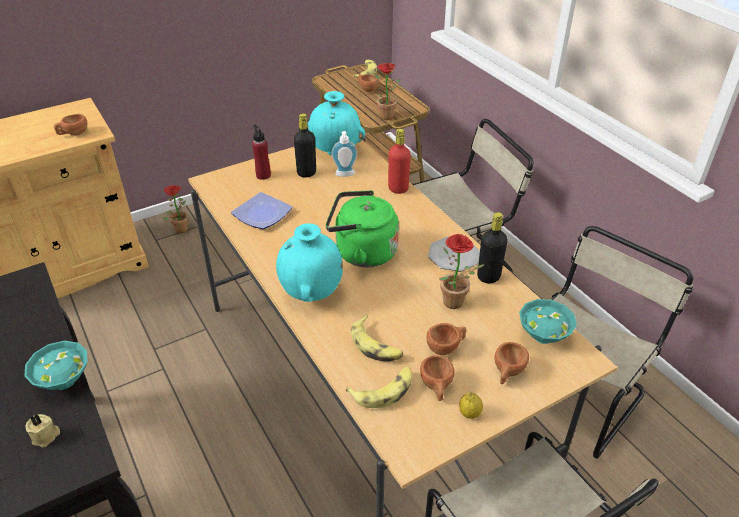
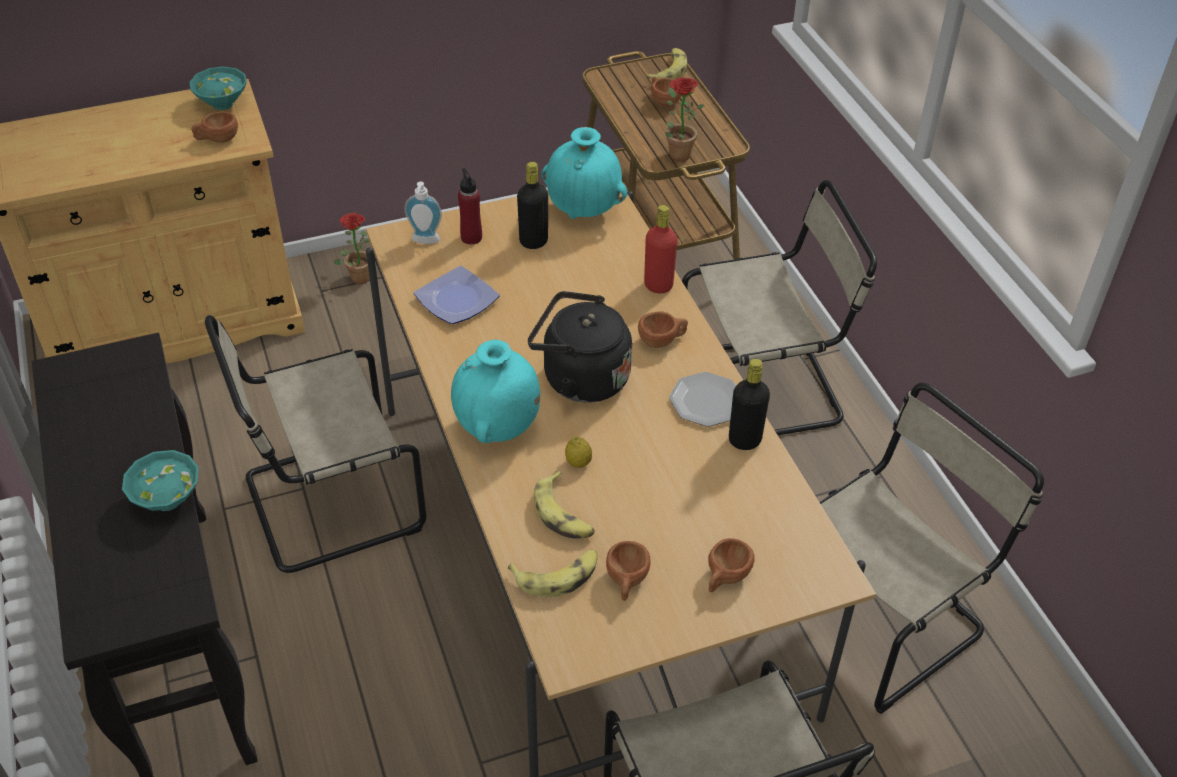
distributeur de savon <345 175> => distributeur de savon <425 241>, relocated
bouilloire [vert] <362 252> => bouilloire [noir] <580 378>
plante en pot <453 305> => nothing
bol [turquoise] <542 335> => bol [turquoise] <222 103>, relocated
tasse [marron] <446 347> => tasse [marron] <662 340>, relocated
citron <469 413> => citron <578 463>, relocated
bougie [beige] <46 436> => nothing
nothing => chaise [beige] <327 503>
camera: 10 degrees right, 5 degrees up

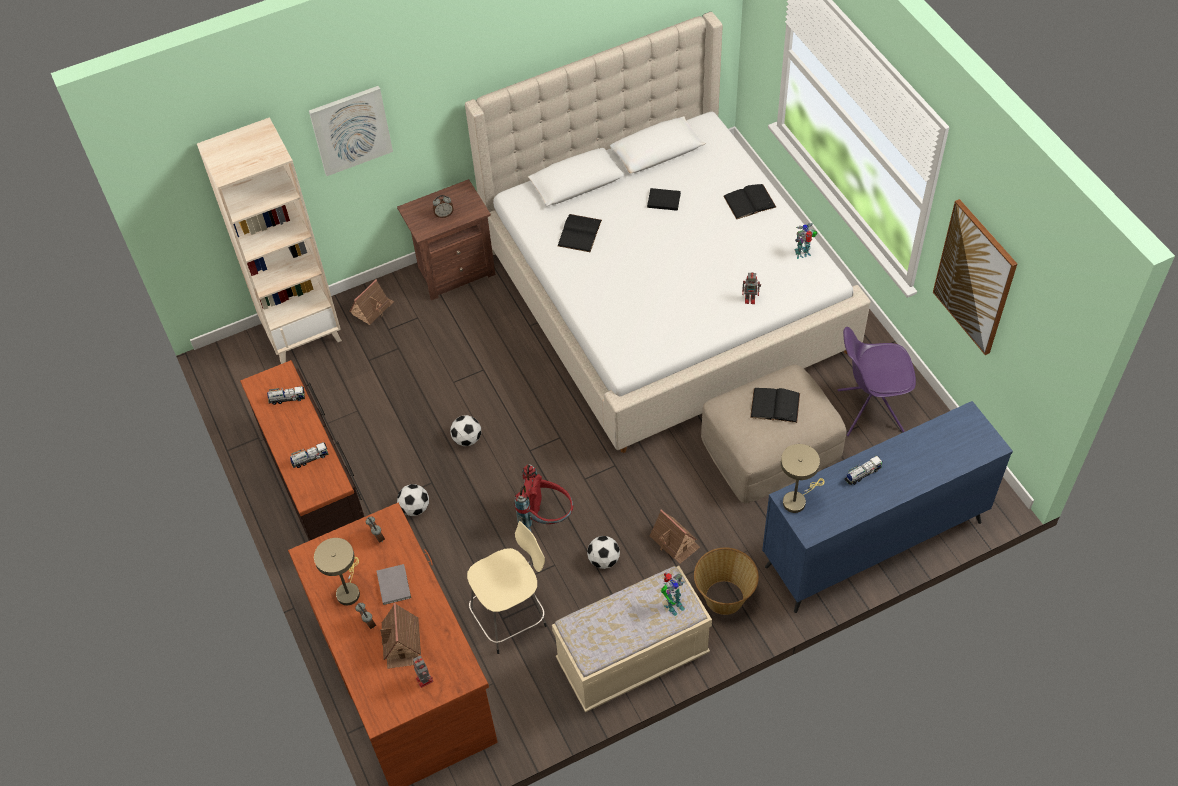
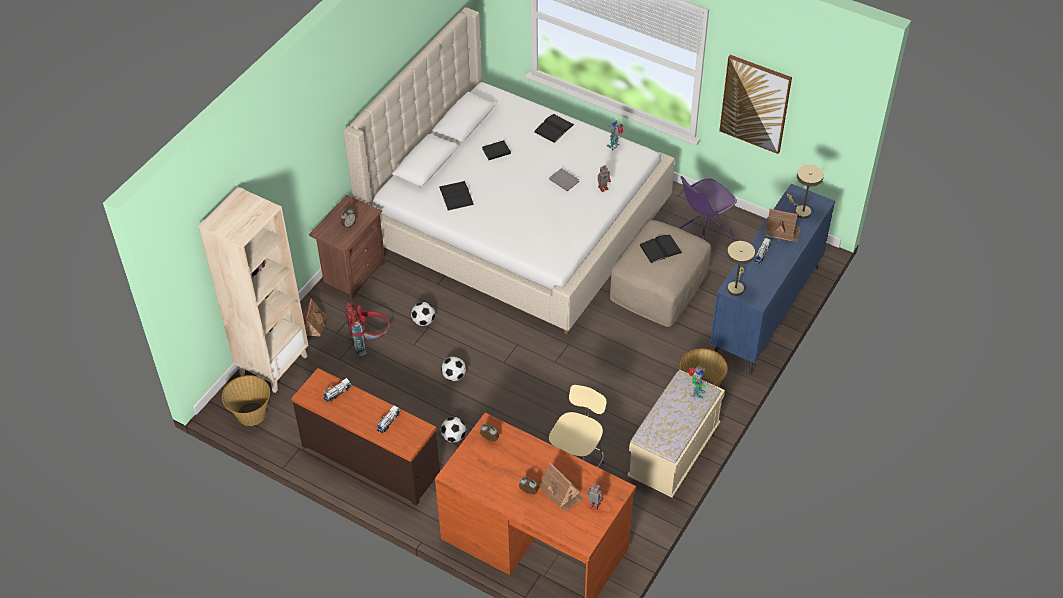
tableau <351 130> => nothing
sac à dos [rouge] <546 518> => sac à dos [rouge] <369 340>, relocated
maison miniature <675 541> => maison miniature <782 231>, relocated
ballon de foot <604 560> => ballon de foot <423 321>, relocated
lampe de table [beige] <348 590> => lampe de table [beige] <801 211>, relocated
livre [gris] <394 584> => livre [gris] <564 180>, relocated
nothing => panier <251 414>
camera: 35 degrees left, 5 degrees down

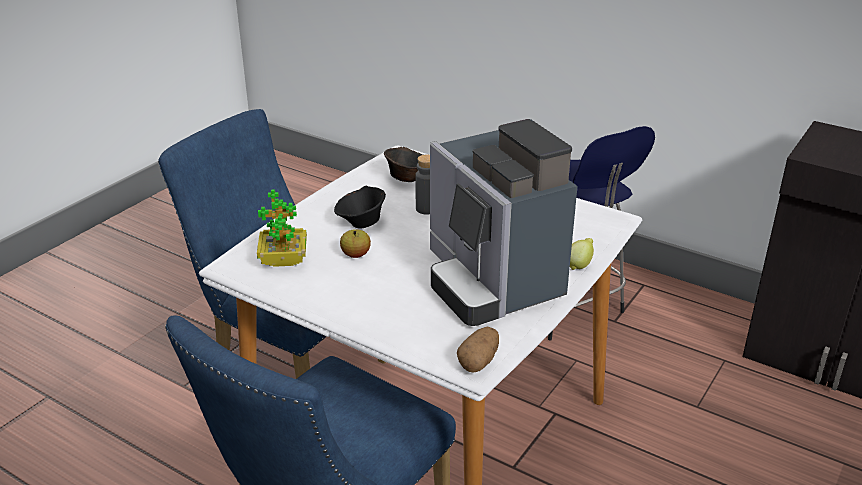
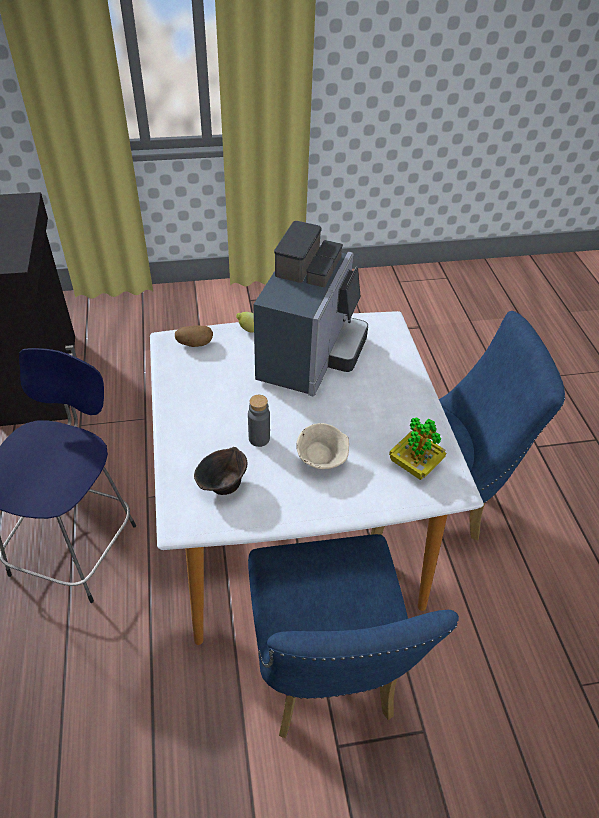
bol [noir] <361 223> => bol [beige] <321 460>
pomme <356 255> => nothing
pomme de terre <479 361> => pomme de terre <194 343>, relocated
camera: 135 degrees left, 15 degrees up

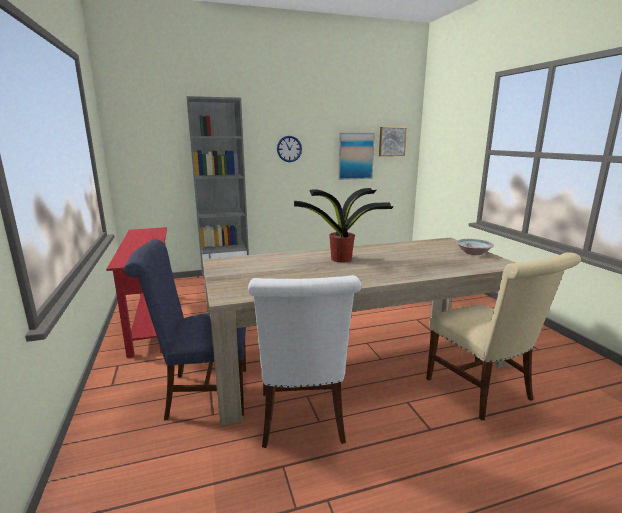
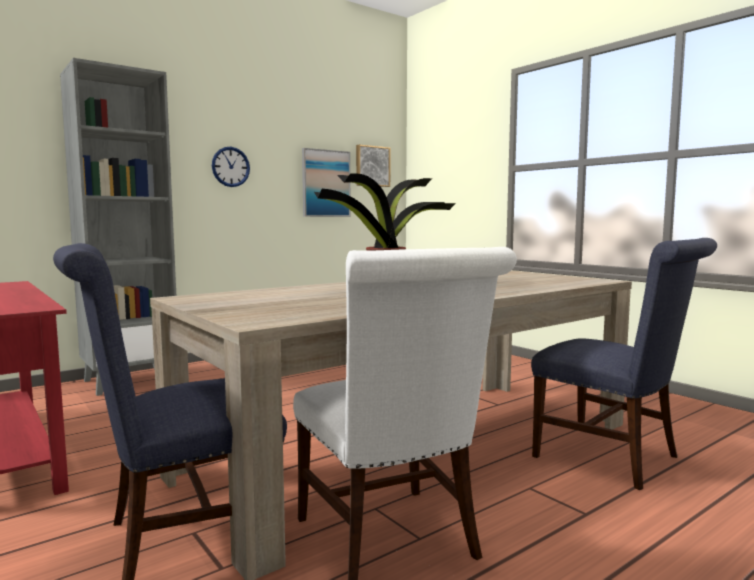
bol <473 253> => nothing
chaise [beige] <483 391> => chaise [bleu] <615 458>
camera: 20 degrees left, 10 degrees down

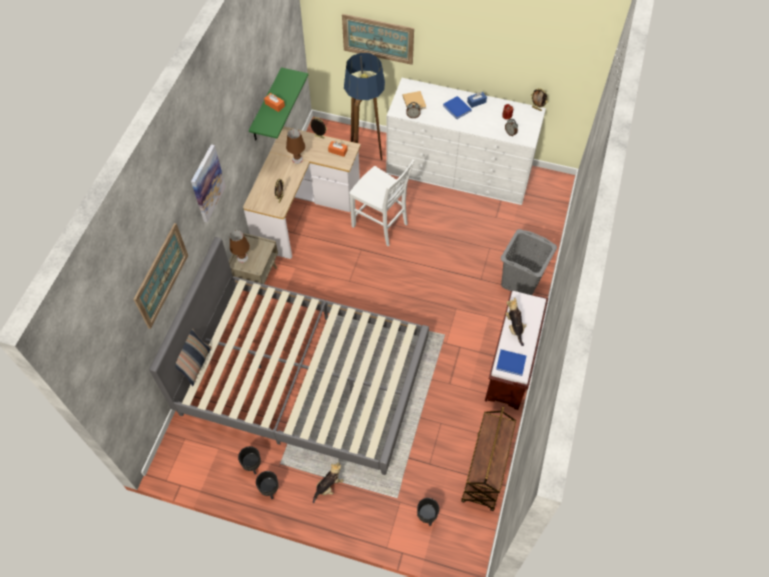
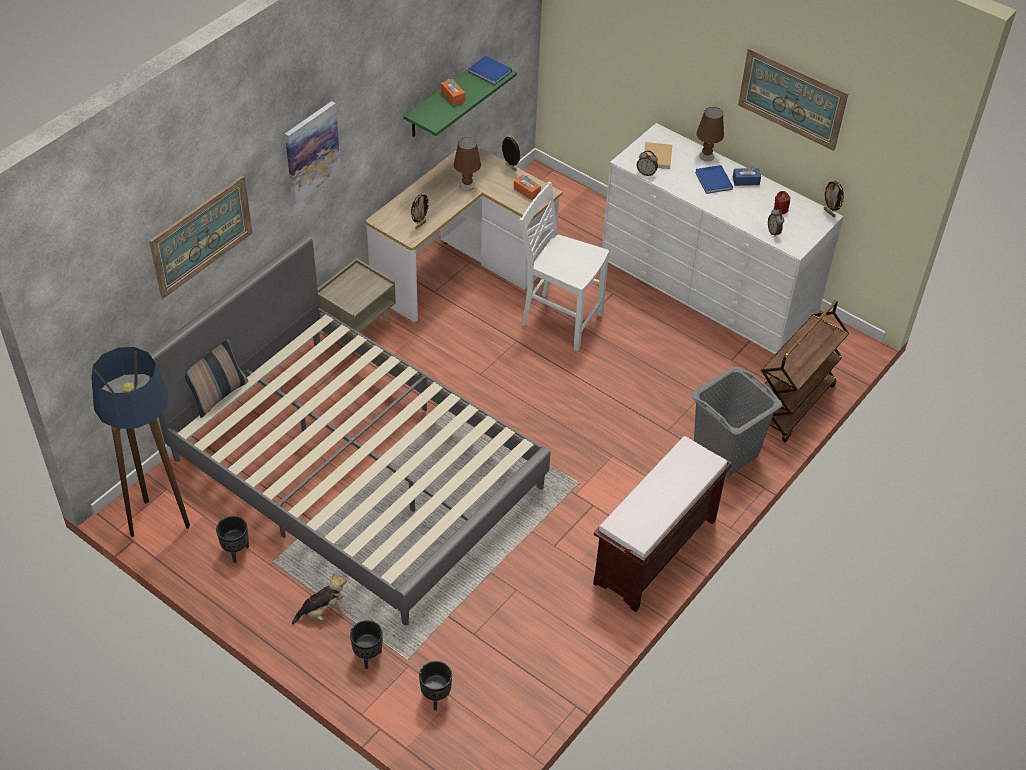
tableau <378 39> => tableau <792 98>, relocated
lampadaire <366 161> => lampadaire <161 522>, relocated
chaise [blanc] <381 225> => chaise [blanc] <559 319>, 150 degrees clockwise
lampe de table [marron] <242 258> => lampe de table [marron] <706 156>, relocated
peluche <514 327> => nothing
livre [bleu] <512 363> => livre [bleu] <491 72>, relocated
chariot [marron] <485 472> => chariot [marron] <792 405>, relocated
cache-pot [noir] <269 490> => cache-pot [noir] <367 656>, relocated
camera: 20 degrees right, 10 degrees down

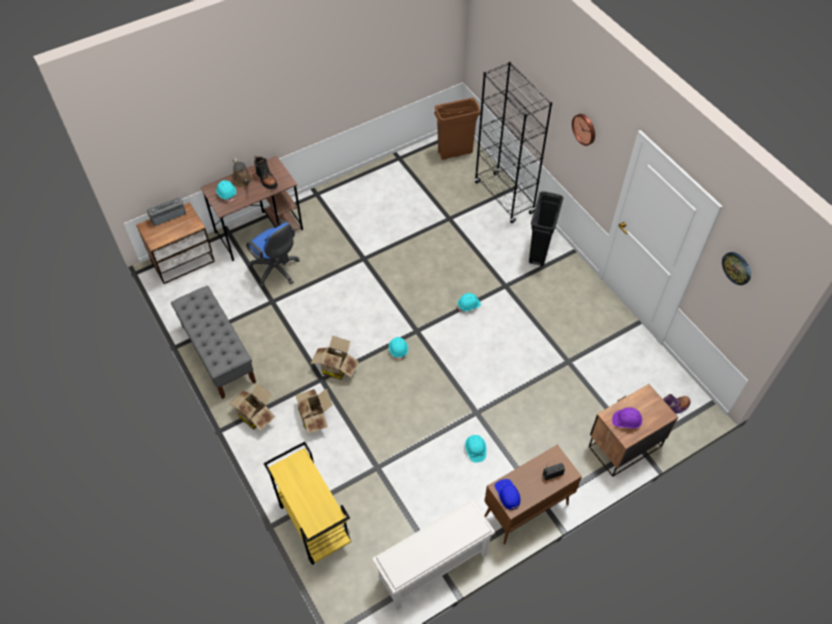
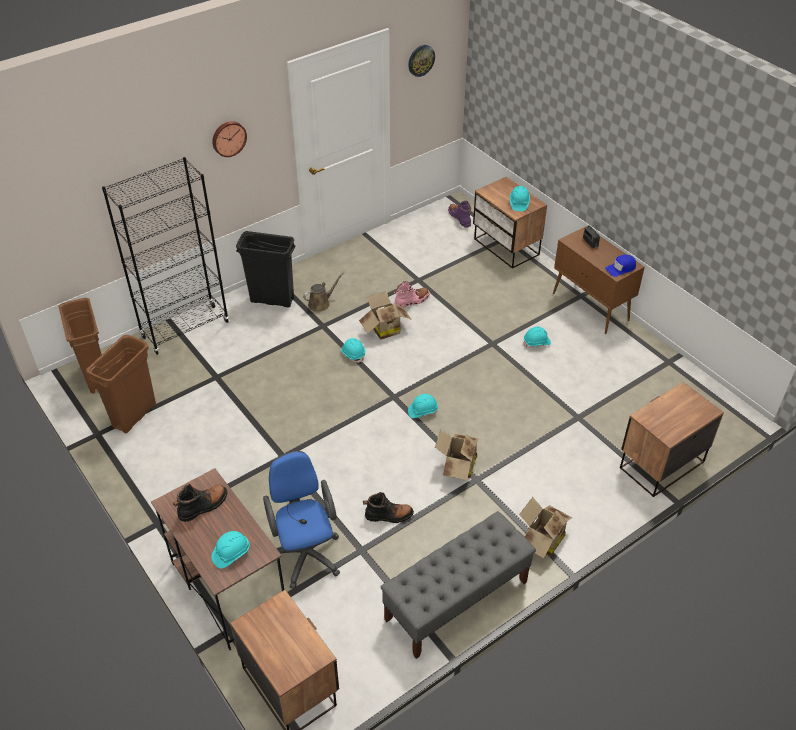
arrosoir [marron] <244 181> => arrosoir [marron] <321 303>, relocated
radio <168 215> => nothing
chaise de bureau [bleu] <277 270> => chaise de bureau [bleu] <305 552>, 60 degrees counterclockwise
carton <314 416> => carton <383 329>, relocated
casque de chantier [violet] <626 421> => casque de chantier [turquoise] <519 203>
chariot [jaune] <313 523> => table de chevet <660 464>
étagère à chaussures [blanc] <432 568> => nothing
nothing => botte [rose] <412 301>
nothing => poubelle [marron] <134 415>
nothing => botte [noir] <389 515>
camera: 95 degrees left, 10 degrees down

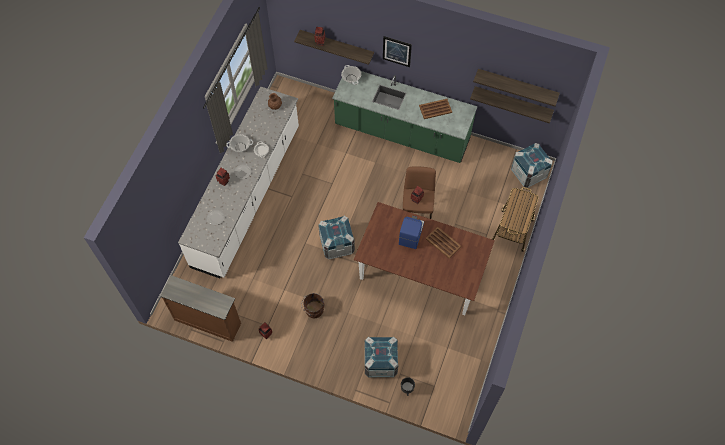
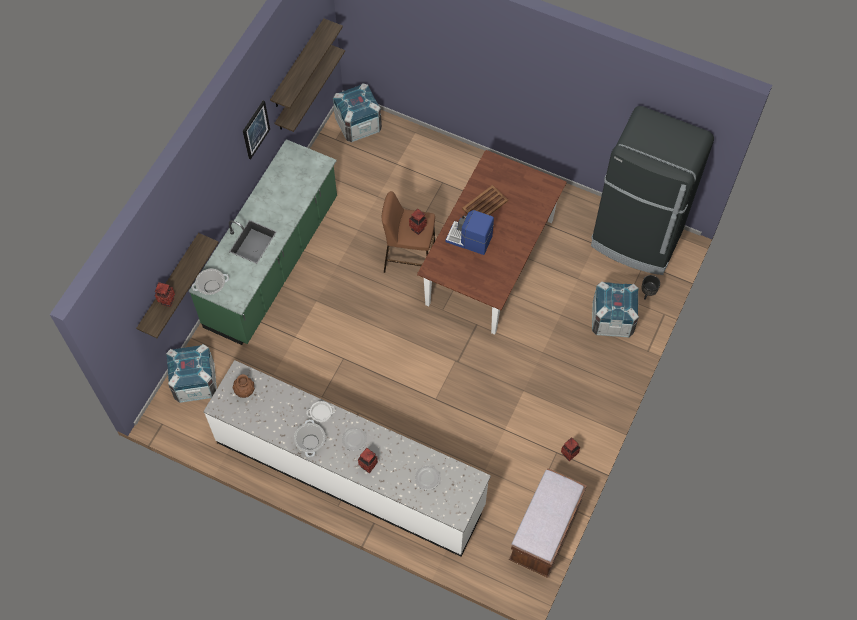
tableau <397 51> => tableau <255 129>, relocated
plateau [marron] <435 109> => nothing
chariot <512 231> => nothing
caisse <337 244> => caisse <195 383>, relocated
commode [marron] <207 320> => banc [marron] <545 531>
seau [marron] <313 310> => nothing
nothing => réfrigérateur [noir] <636 240>
camera: 85 degrees left, 0 degrees up

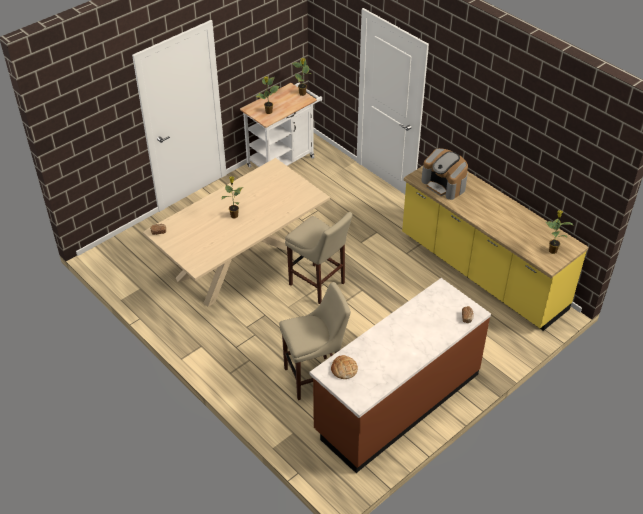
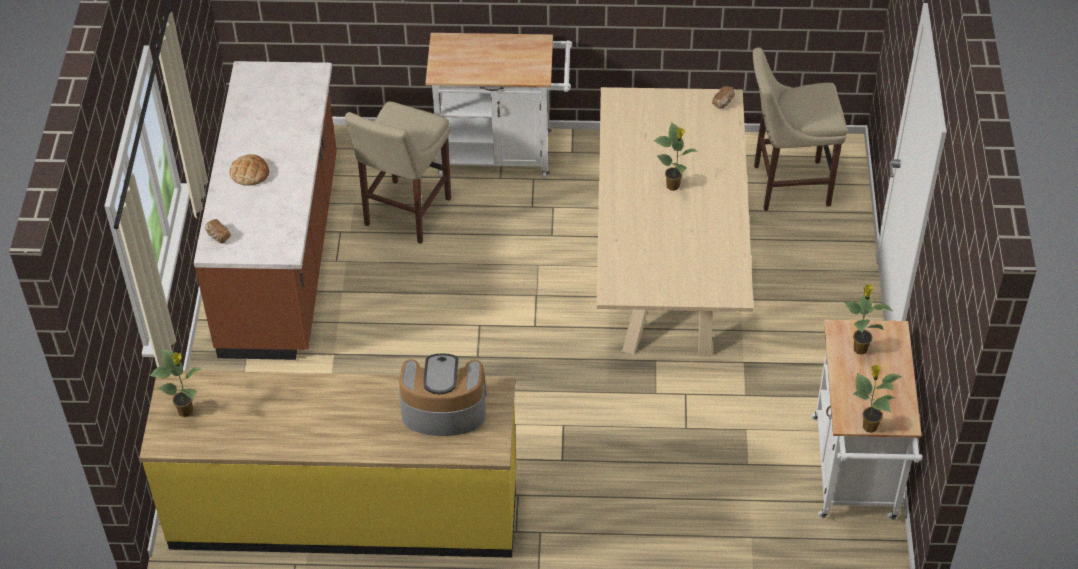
tabouret [beige] <319 285> => tabouret [beige] <787 185>, relocated
pain <344 369> => pain <249 173>, relocated
nothing => chariot [blanc] <502 154>
camera: 135 degrees right, 5 degrees up

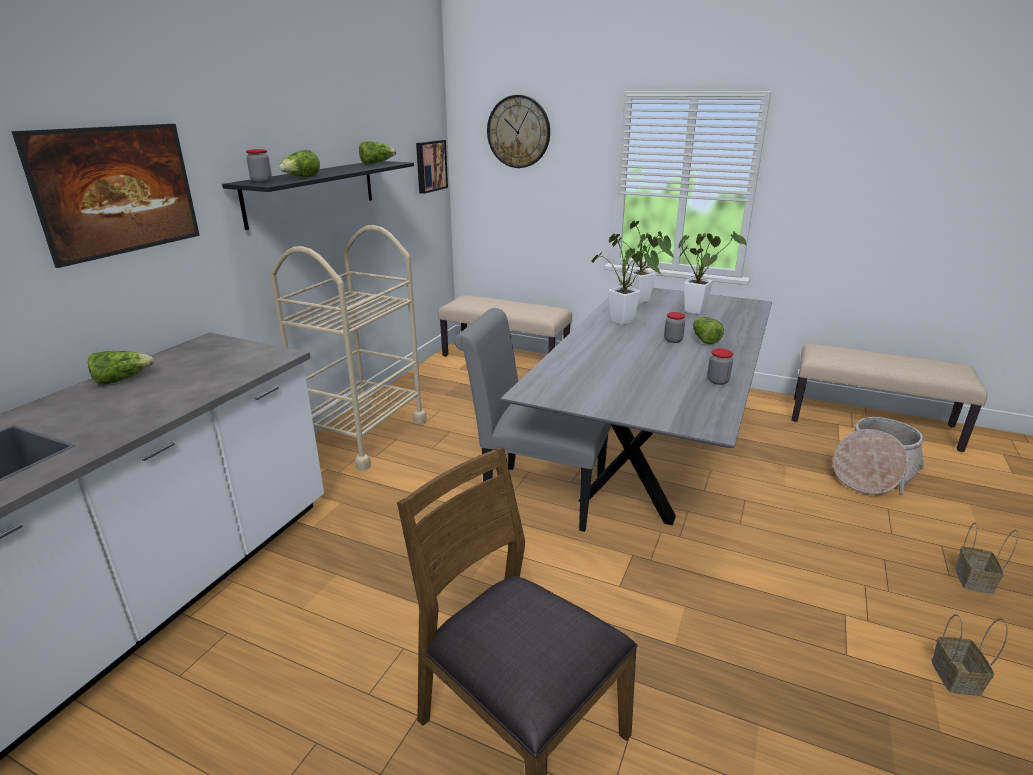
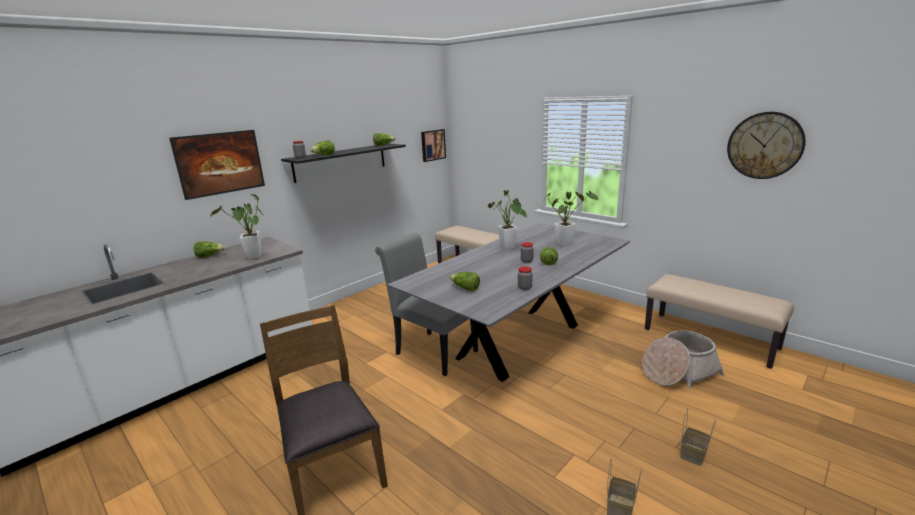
horloge murale <518 132> => horloge murale <764 145>, relocated
plante en pot <641 302> => plante en pot <253 257>, relocated
chariot [beige] <363 435> => nothing
nothing => laitue <465 288>
camera: 20 degrees right, 5 degrees down

